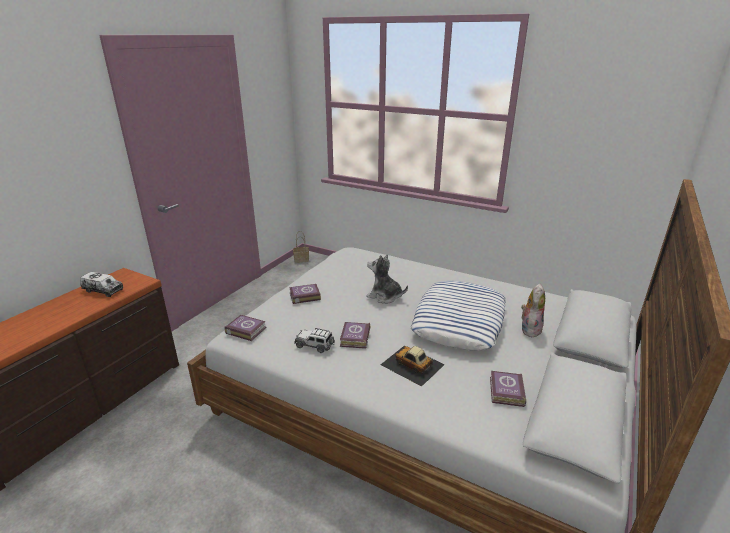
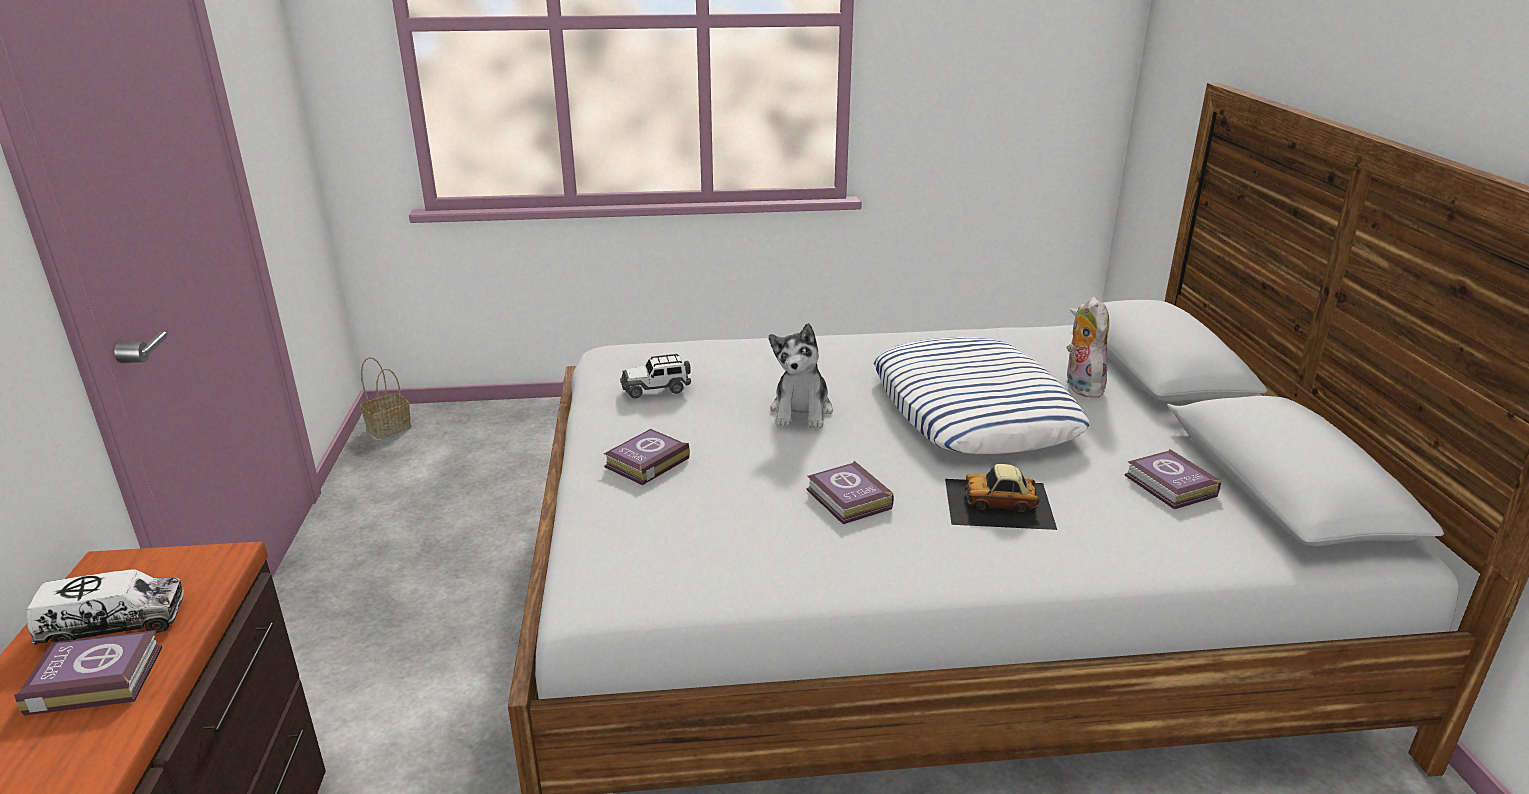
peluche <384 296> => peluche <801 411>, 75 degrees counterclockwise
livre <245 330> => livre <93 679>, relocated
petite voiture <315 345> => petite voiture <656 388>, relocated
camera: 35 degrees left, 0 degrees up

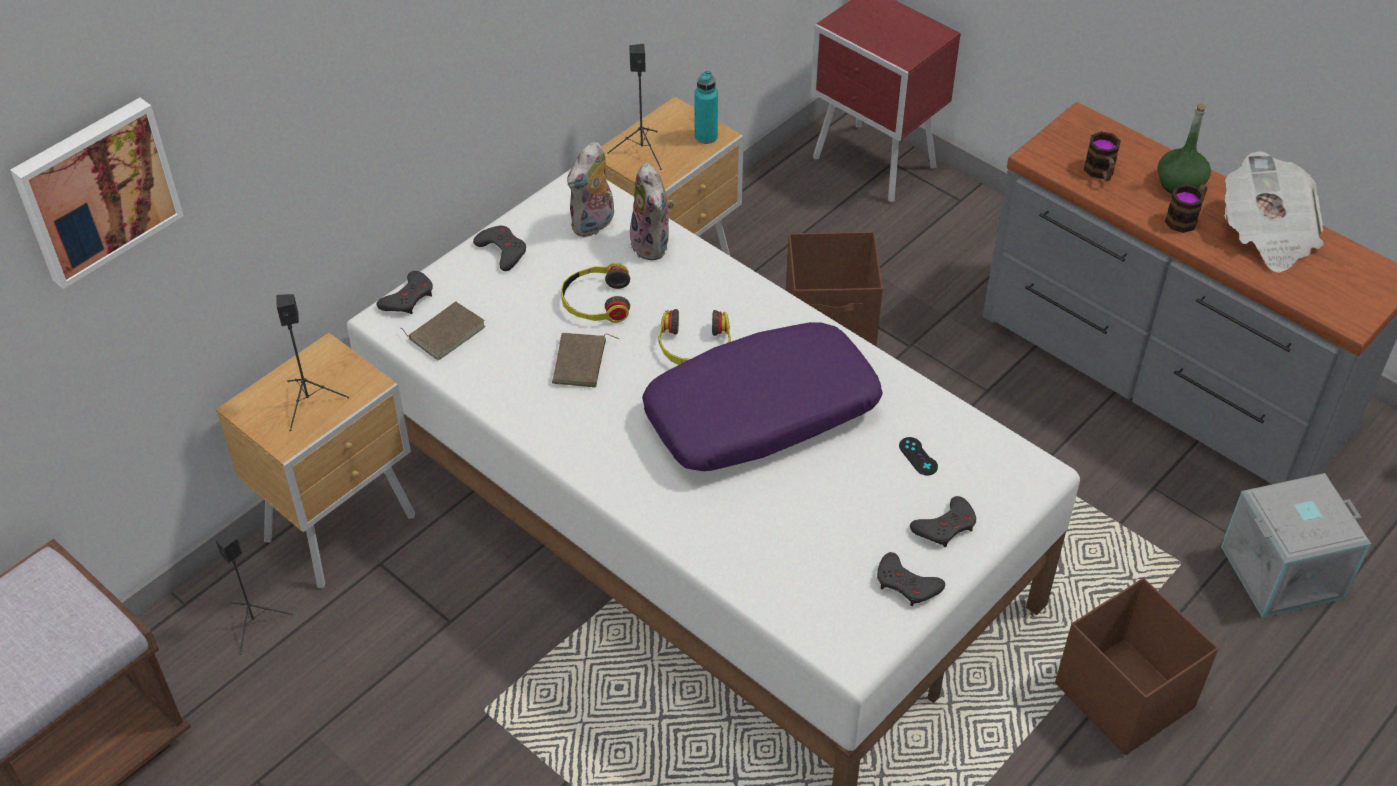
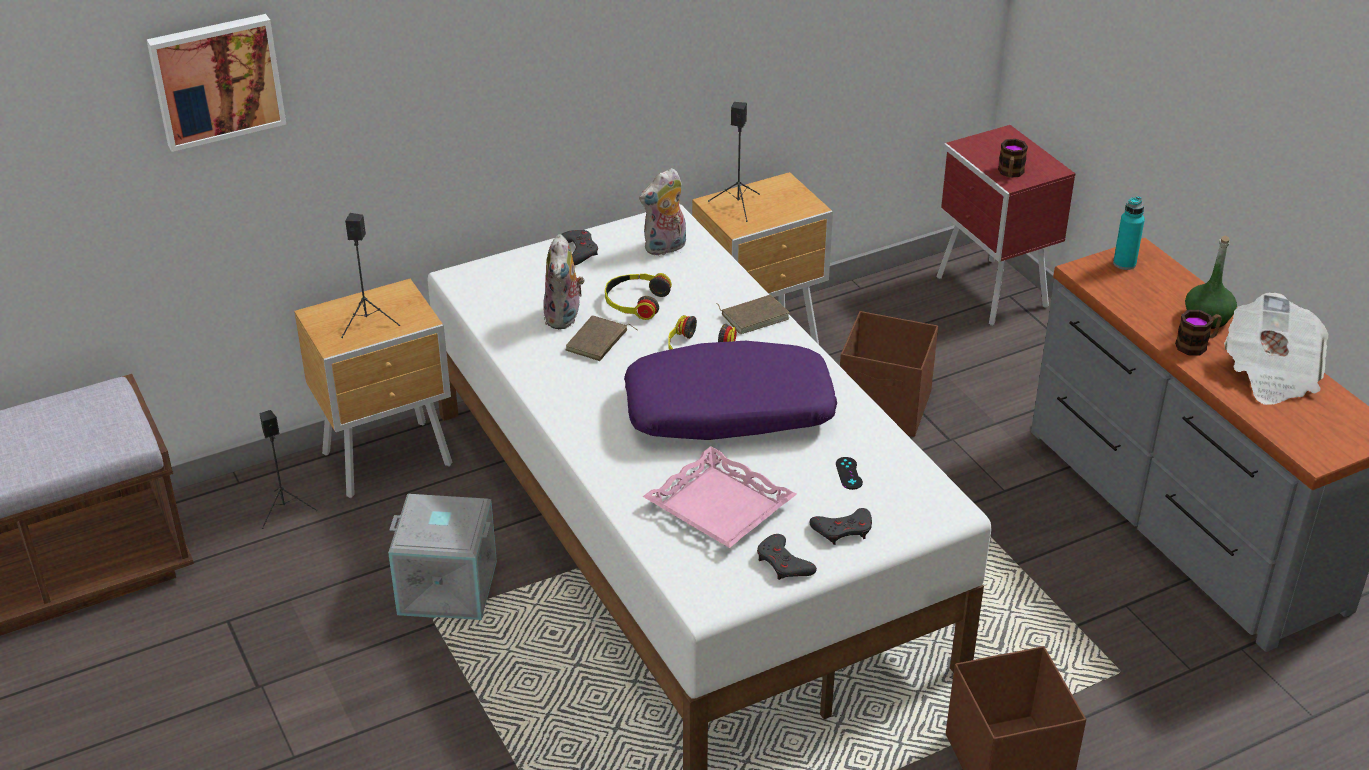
bouteille [turquoise] <706 136> => bouteille [turquoise] <1124 263>, relocated
mug <1101 173> => mug <1010 173>, relocated
peluche <653 245> => peluche <564 317>, relocated
manette [gris] <408 298> => nothing
livre [marron] <446 332> => livre [marron] <754 316>, relocated
boîte de rangement [gris] <1281 570> => boîte de rangement [gris] <448 586>, relocated
nothing => plateau [rose] <718 507>
camera: 20 degrees right, 10 degrees down

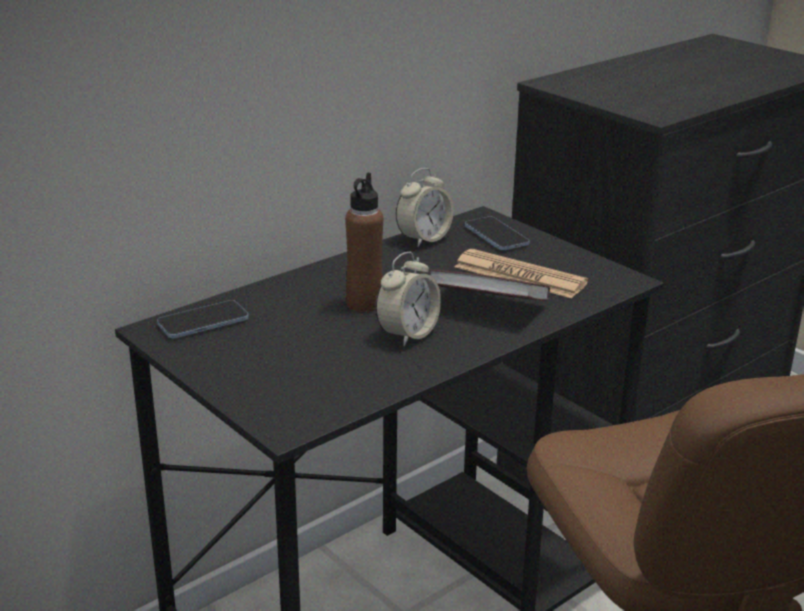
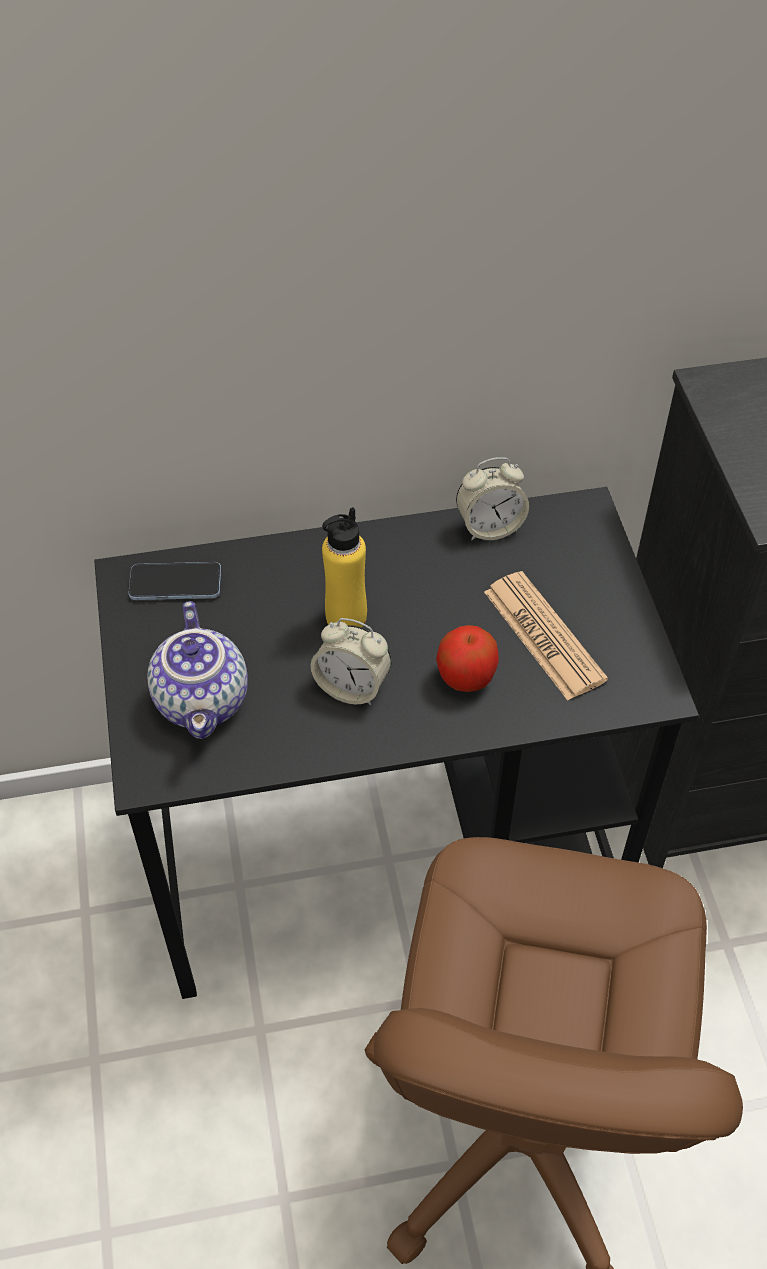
bouteille [marron] <364 303> => bouteille [jaune] <346 617>
téléphone <496 236> => nothing
réveil <407 334> => réveil <352 687>, 45 degrees clockwise
livre <488 307> => pomme <466 677>
nothing => théière <204 701>
camera: 30 degrees right, 25 degrees up

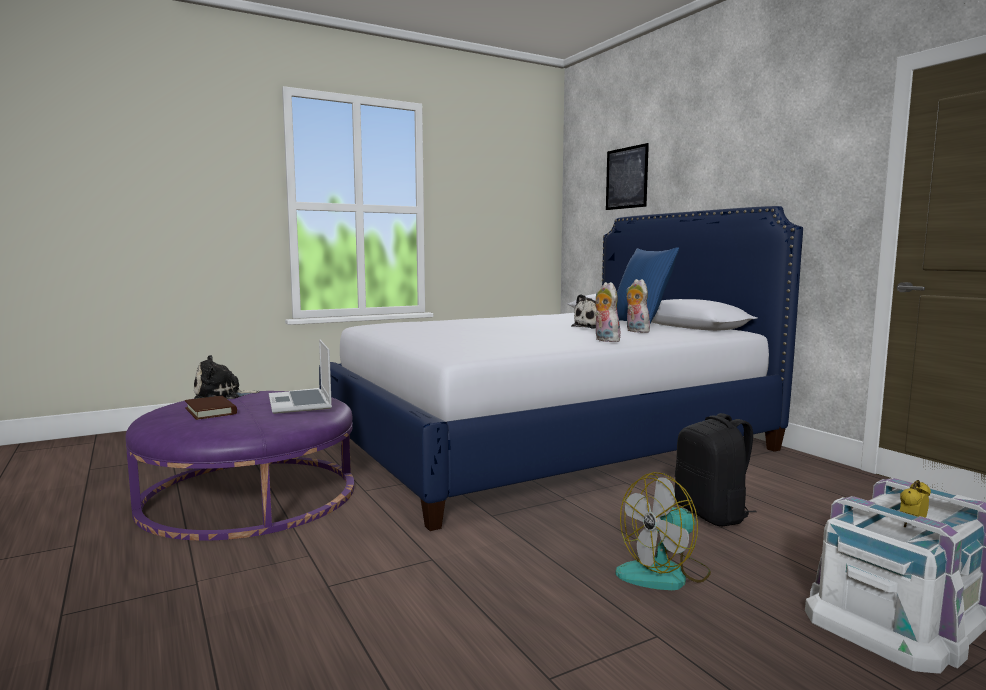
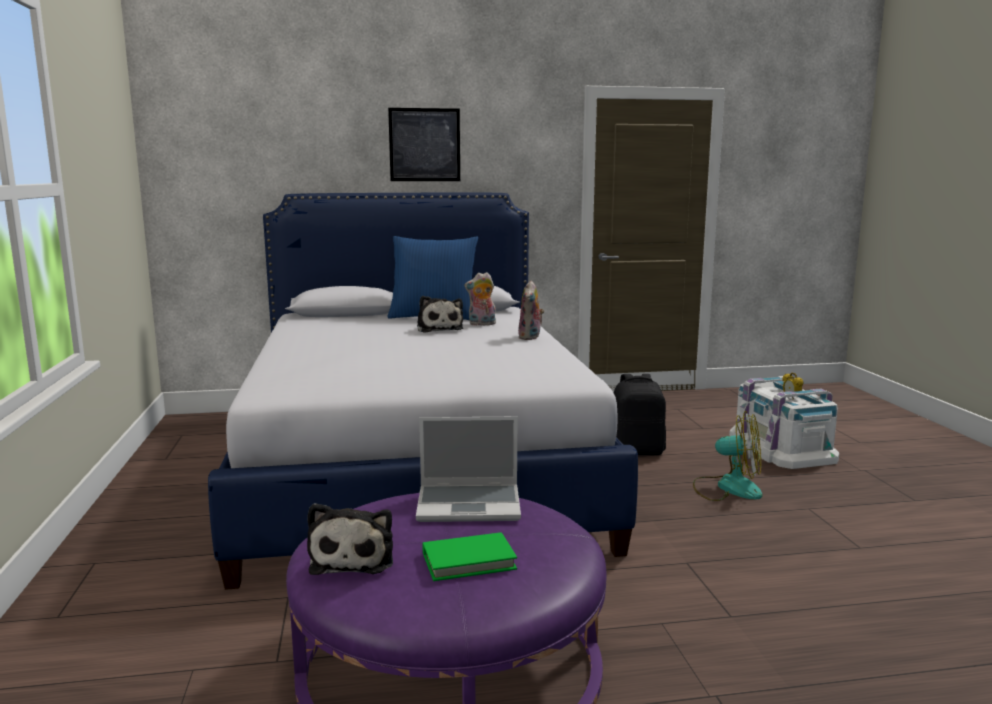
tableau <626 178> => tableau <424 145>, relocated
peluche <604 340> => peluche <530 337>, 75 degrees counterclockwise
livre [marron] <211 411> => livre [vert] <468 561>
ventilateur <664 573> => ventilateur <728 487>, 60 degrees counterclockwise
camera: 70 degrees left, 5 degrees up

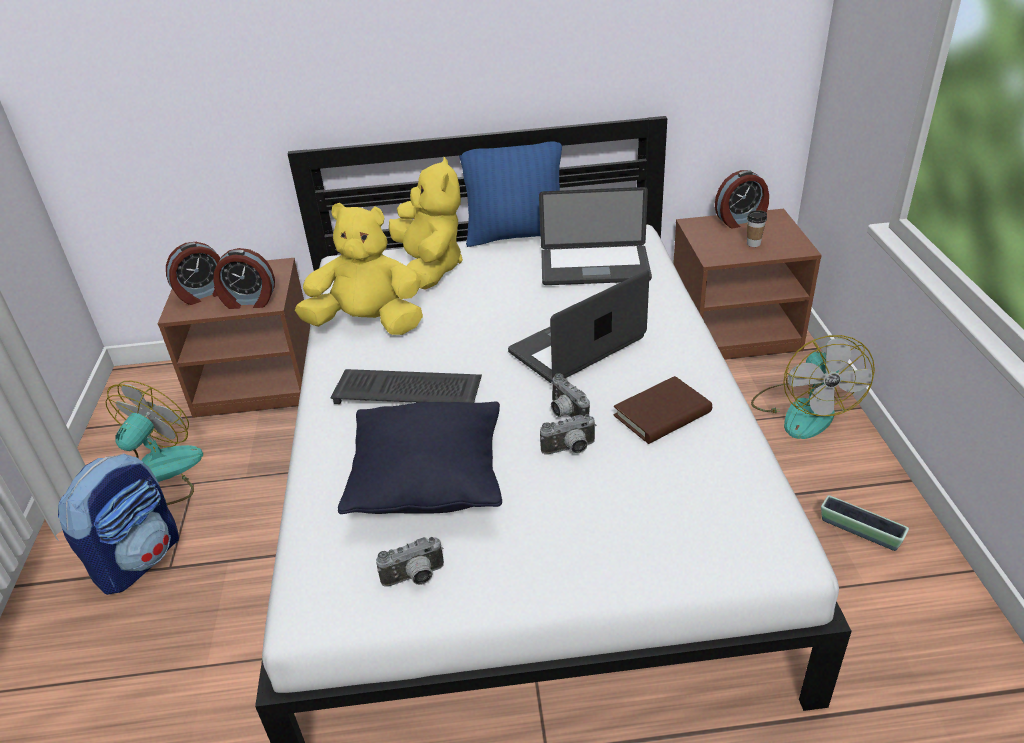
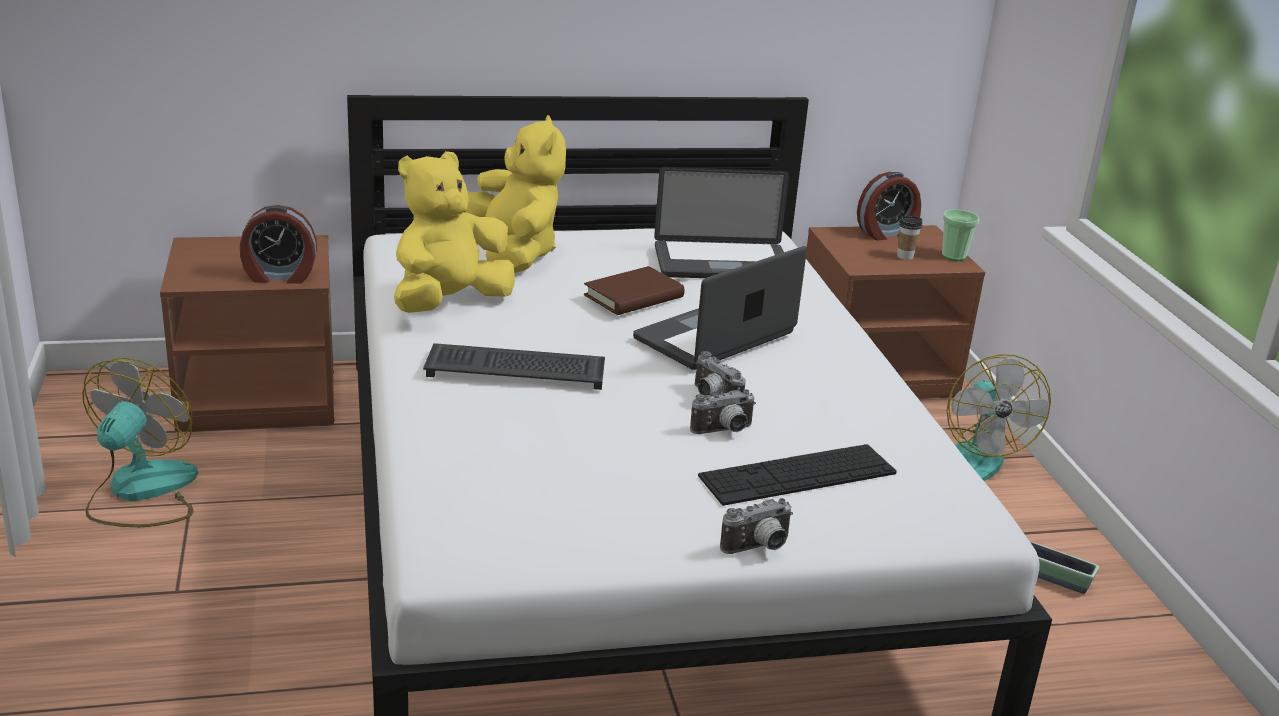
coussin [bleu] <516 236> => nothing
peluche [jaune] <368 324> => peluche [jaune] <449 303>, 45 degrees counterclockwise
réveil <203 294> => nothing
livre [marron] <662 414> => livre [marron] <634 296>, relocated
coussin [noir] <429 485> => nothing
sac à dos <139 559> => nothing
appareil photo <415 578> => appareil photo <759 548>, relocated
nothing => tasse <953 256>
nothing => clavier <798 474>
camera: 10 degrees left, 10 degrees down

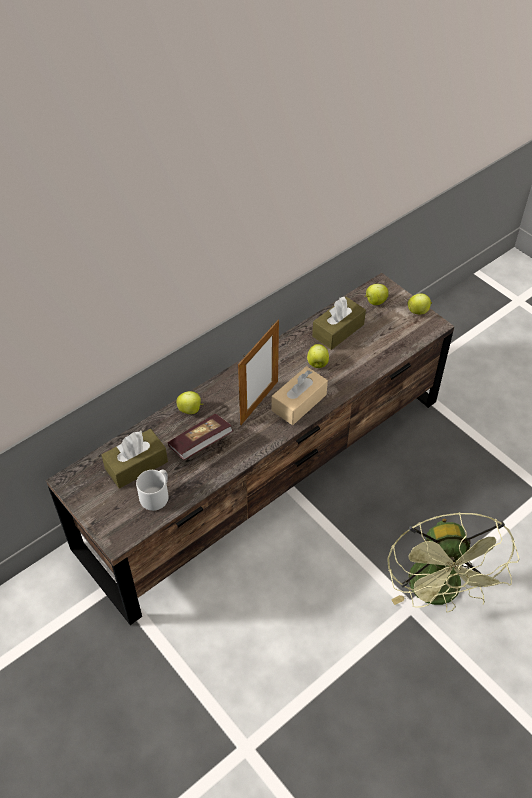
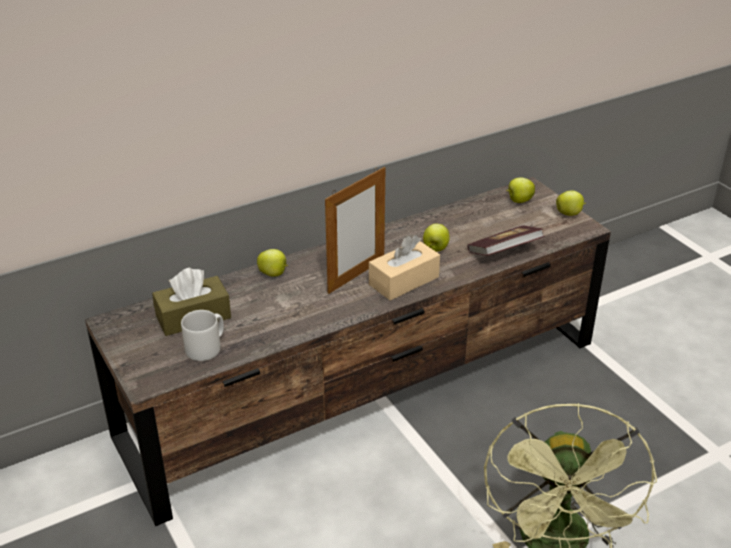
boîte à mouchoirs [marron] <338 330> => nothing
livre <201 444> => livre <504 253>, relocated
camera: 10 degrees right, 15 degrees down

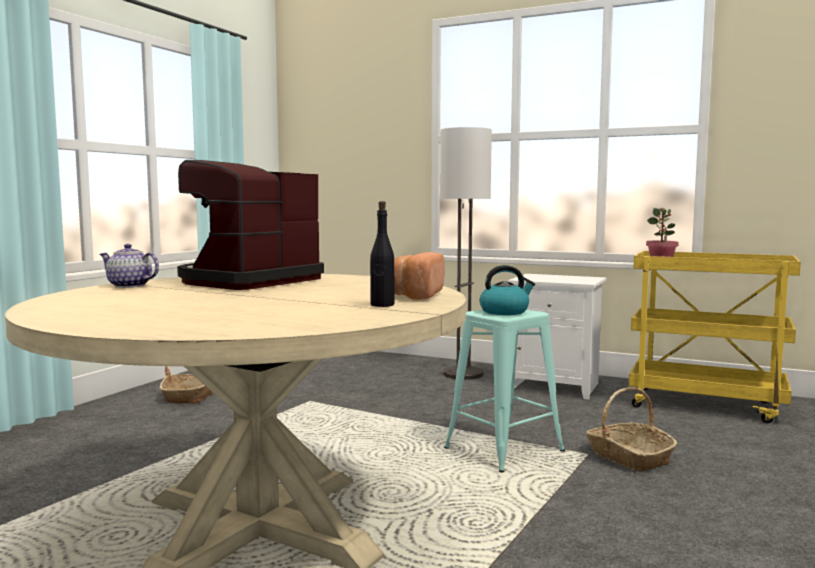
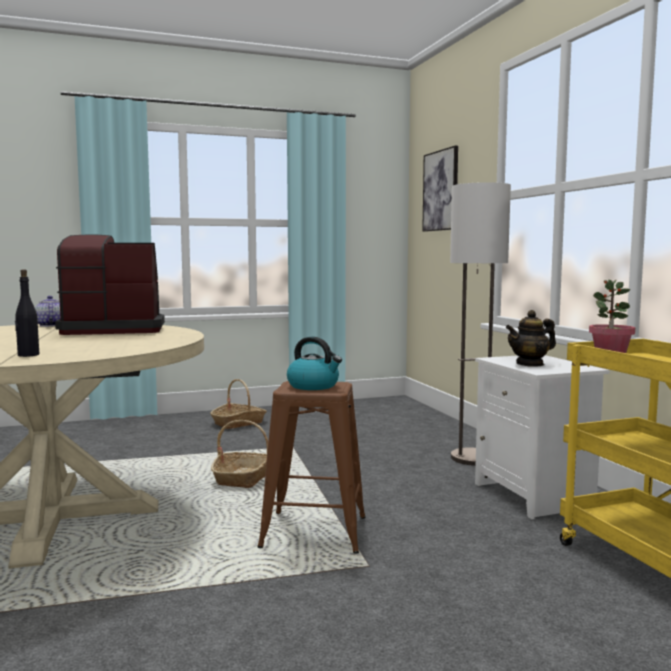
pain <414 295> => nothing
tabouret [turquoise] <504 450> => tabouret [marron] <314 532>
panier <628 457> => panier <244 478>, relocated
nothing => tableau <441 190>
nothing => théière <530 364>
camera: 45 degrees right, 0 degrees up

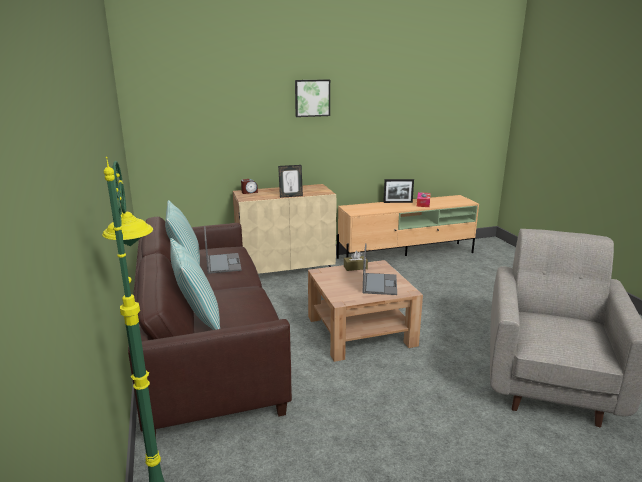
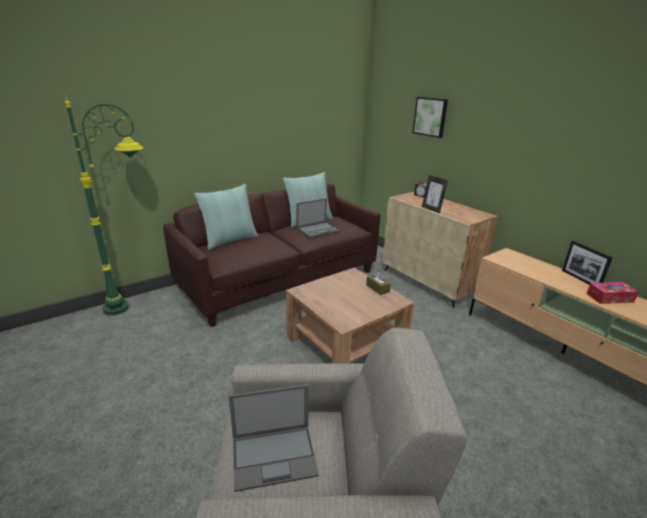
tableau <312 98> => tableau <430 116>, relocated
ordinateur portable <379 284> => ordinateur portable <275 456>, relocated
camera: 70 degrees right, 5 degrees up

